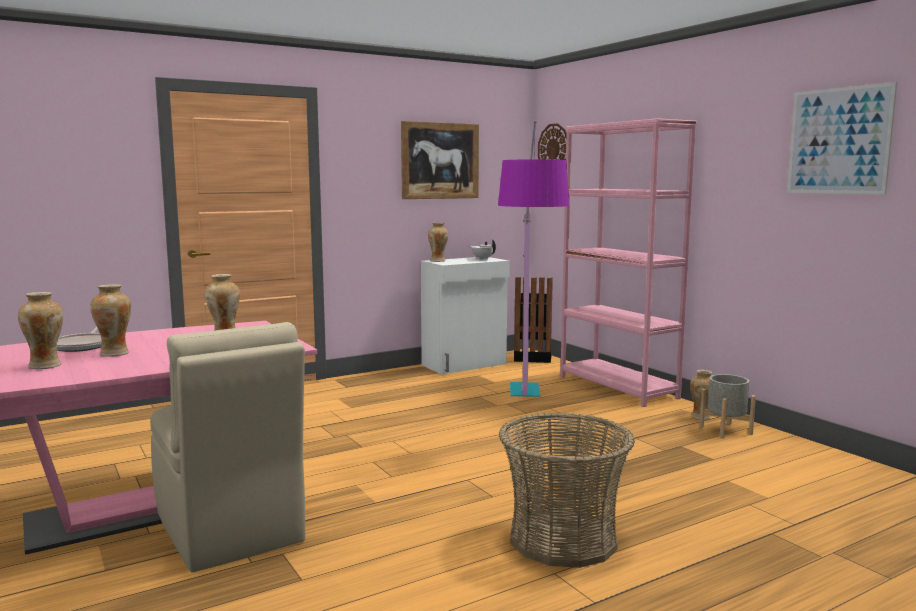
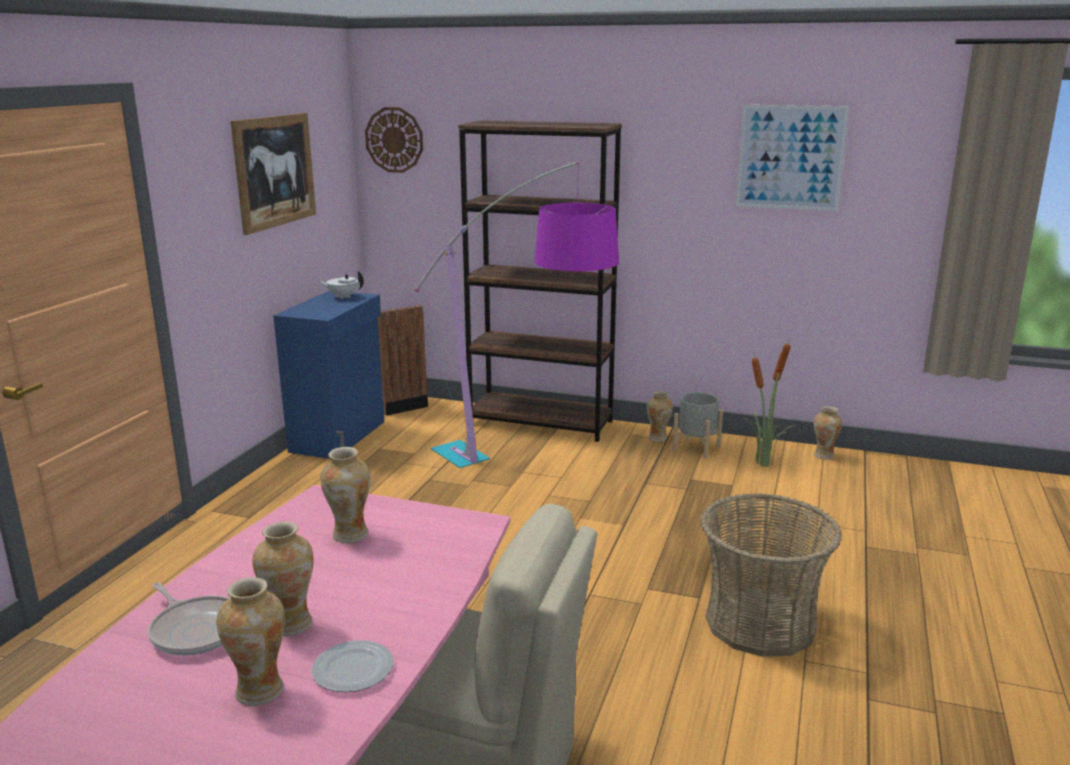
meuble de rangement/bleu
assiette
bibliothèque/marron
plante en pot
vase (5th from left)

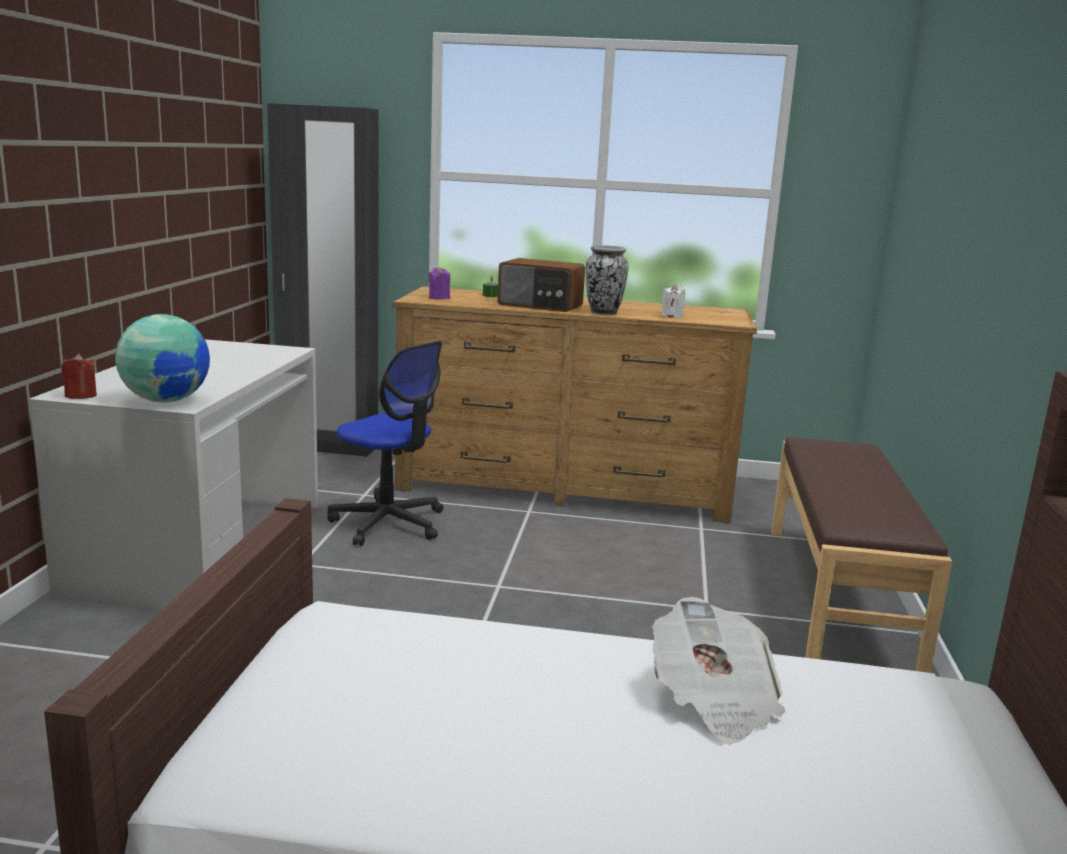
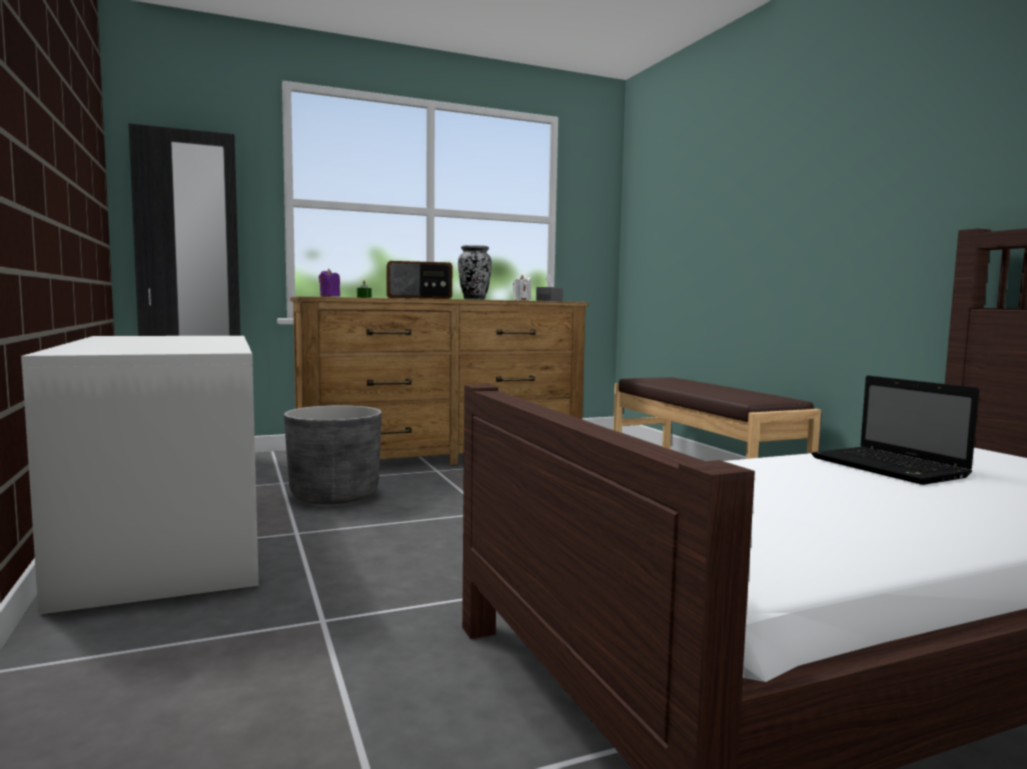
cache-pot/gris
boîte à mouchoirs/gris
ordinateur portable
bougie/rouge
globe

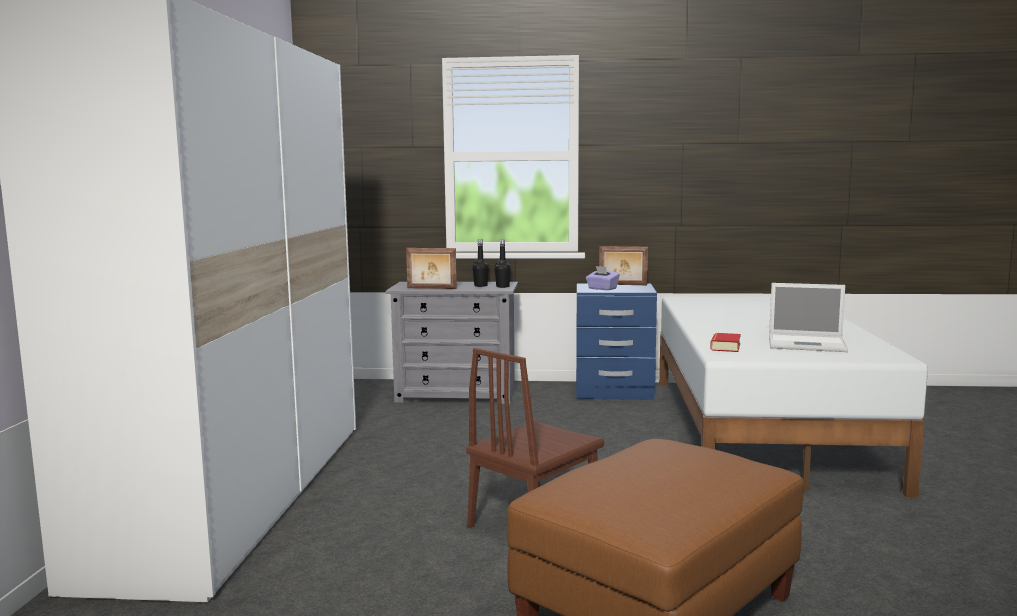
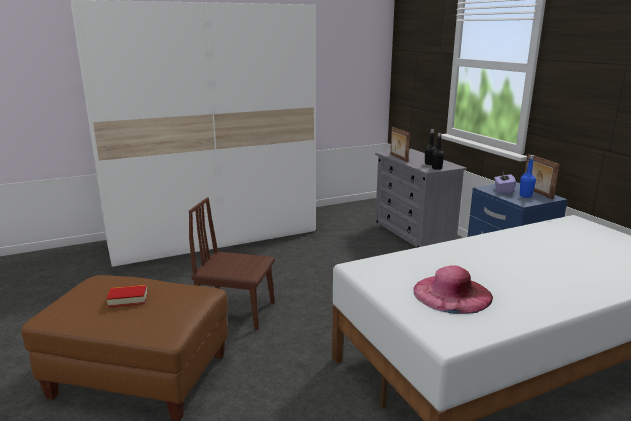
livre
chapeau/rose
bouteille/bleu

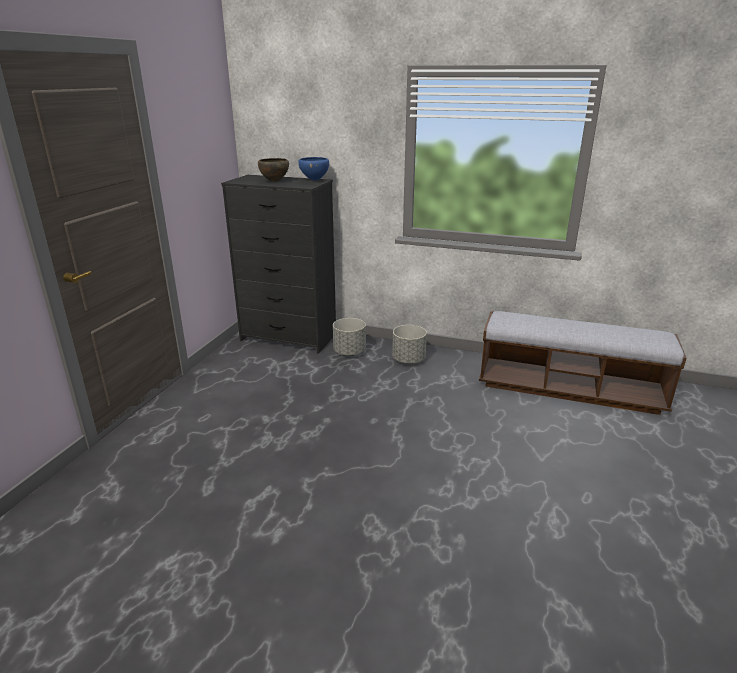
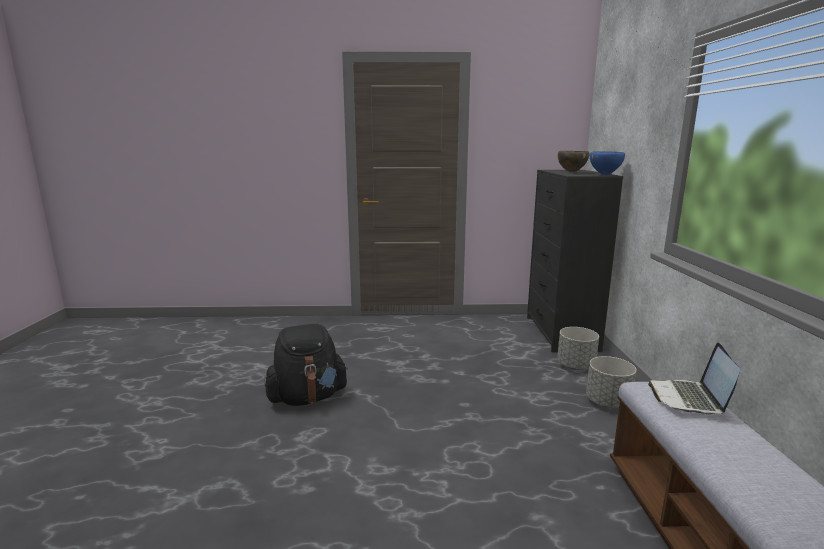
sac à dos/noir
ordinateur portable

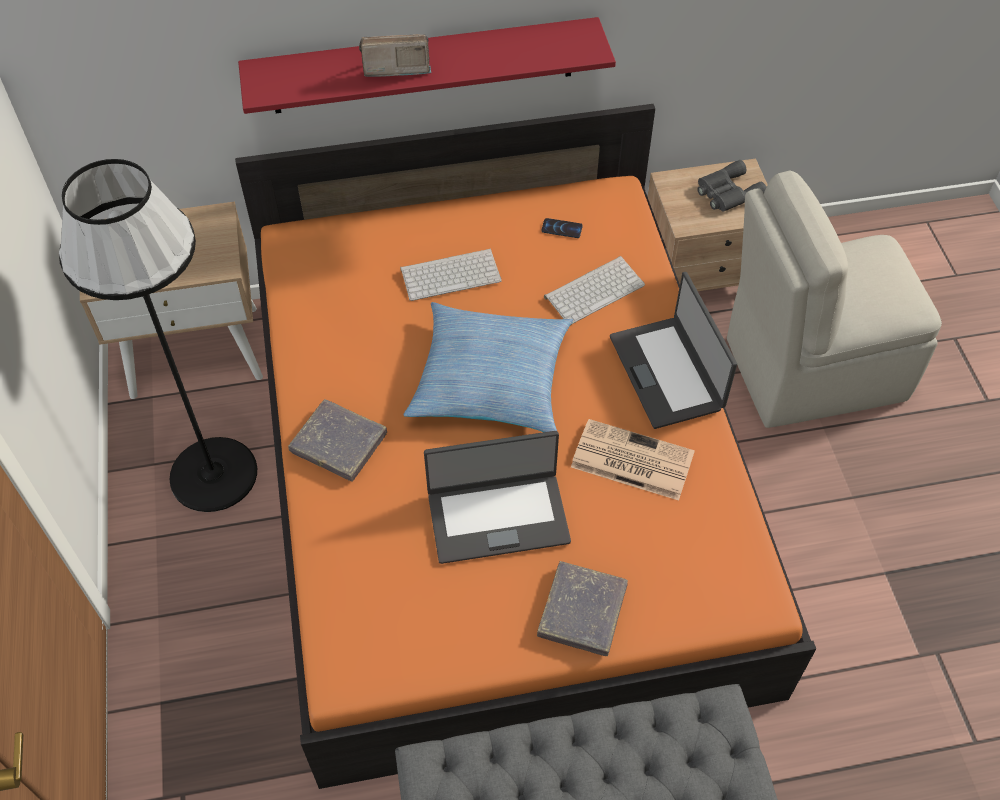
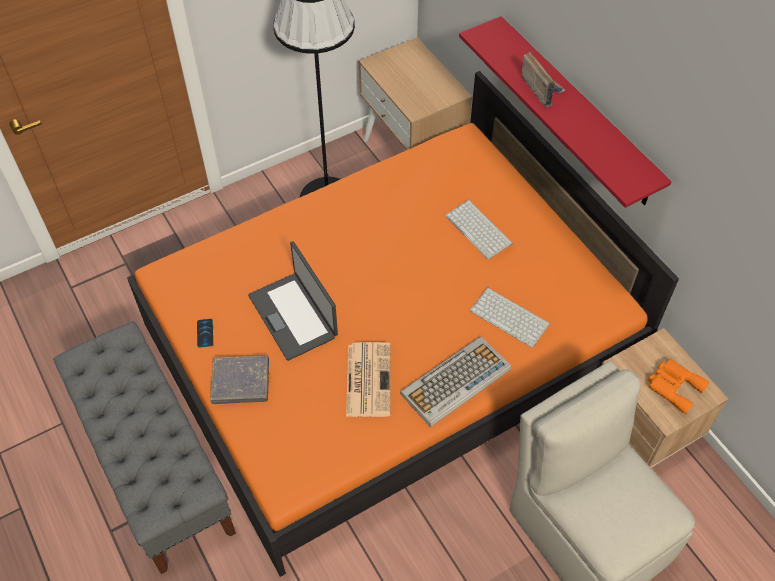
téléphone
clavier (1st from left)
jumelles/orange
livre/gris (1st from left in the first image)
coussin

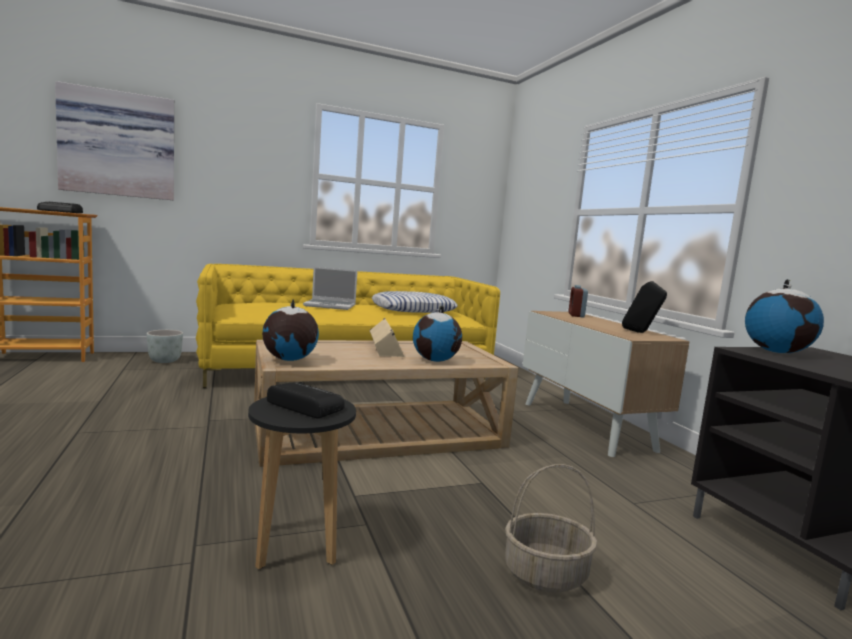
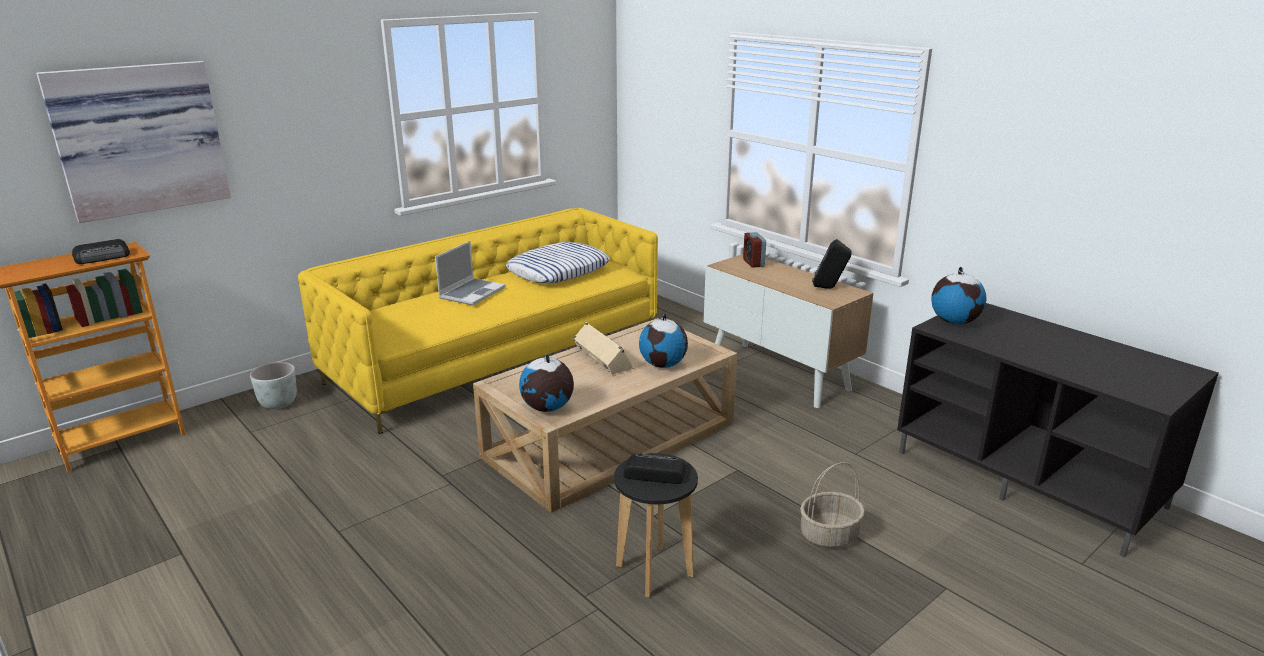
ordinateur portable

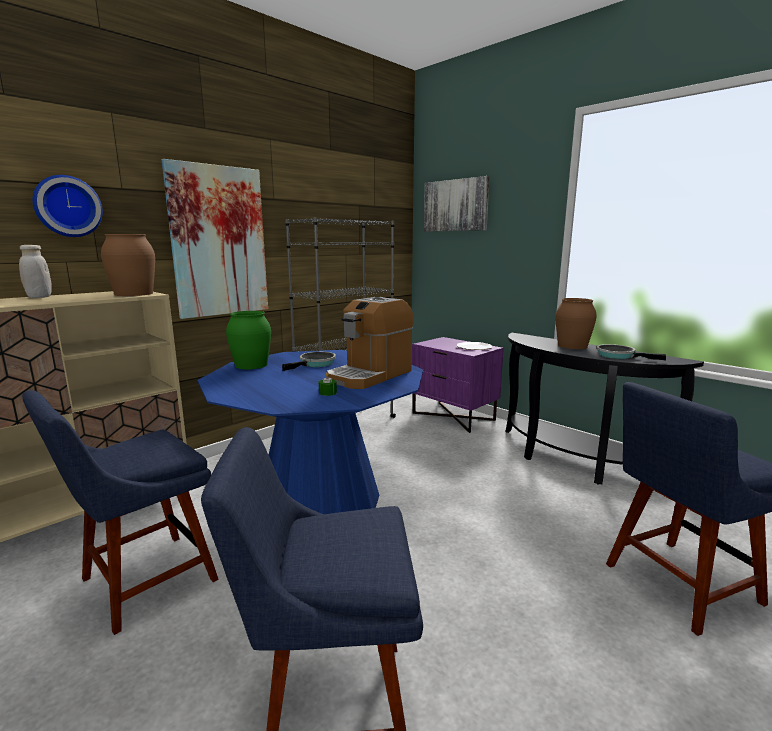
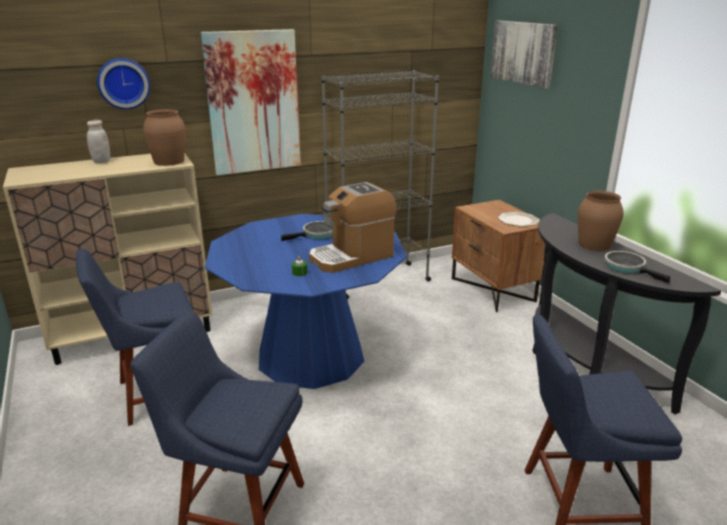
table de chevet/marron
vase/vert

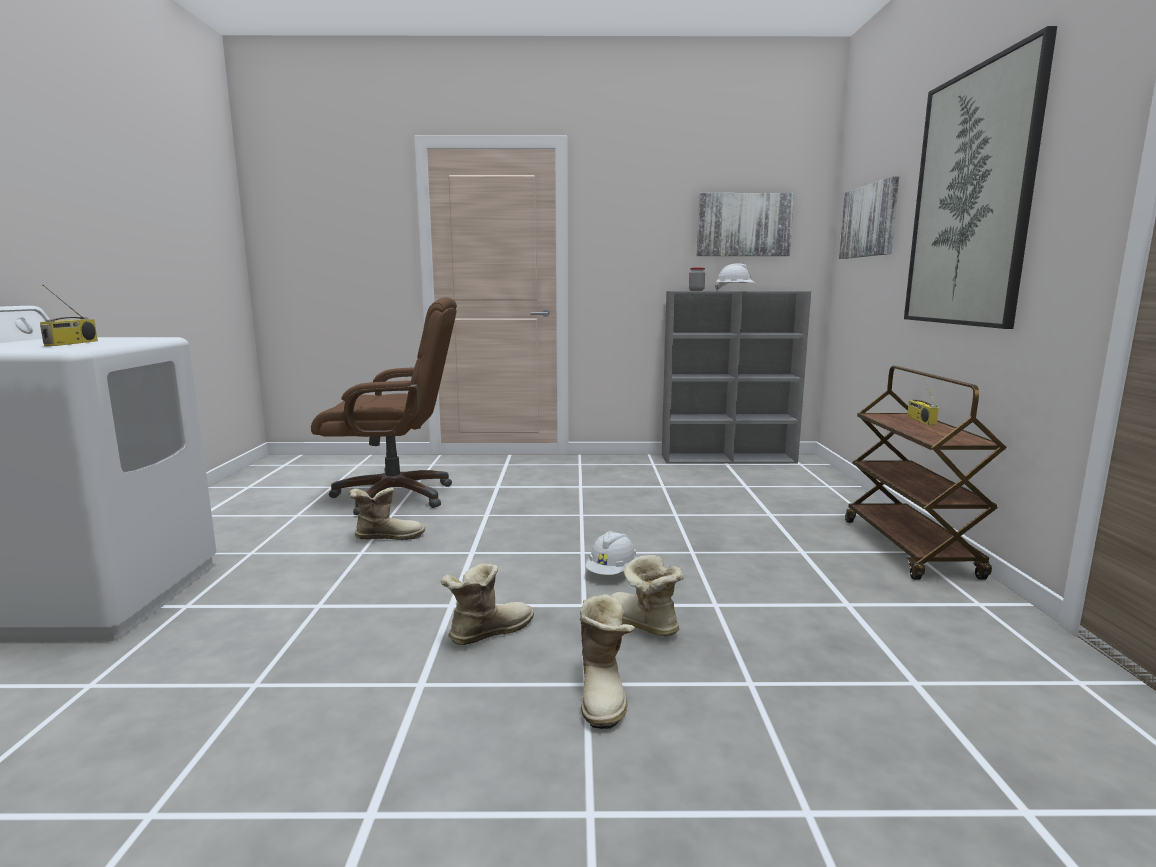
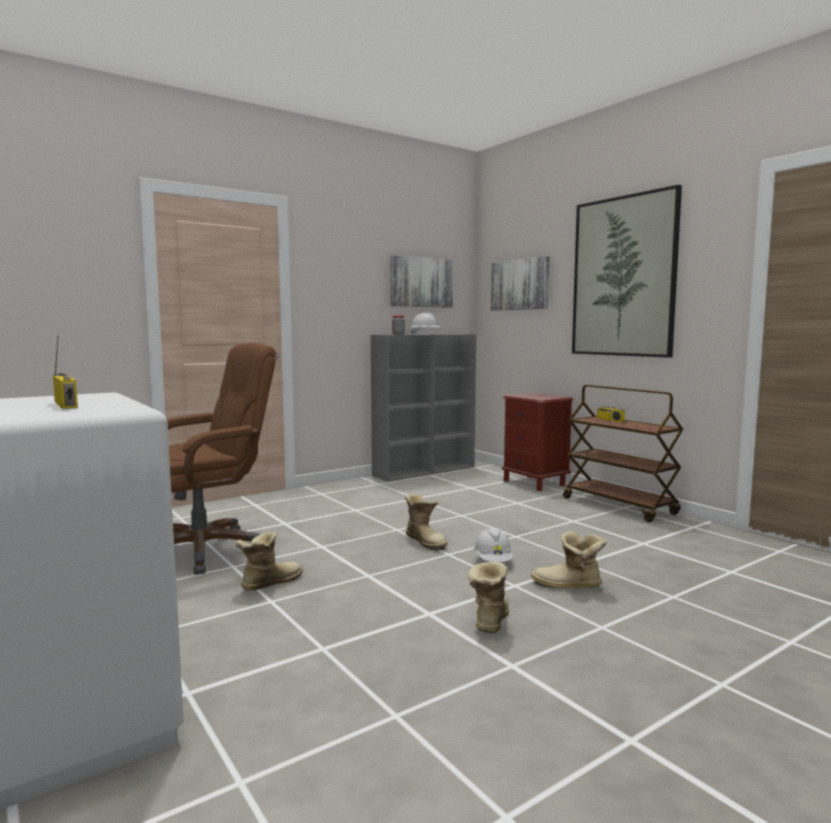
botte (2nd from left)
table de chevet/marron

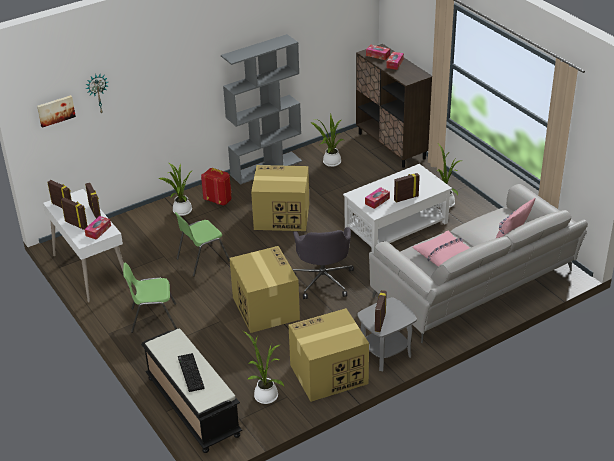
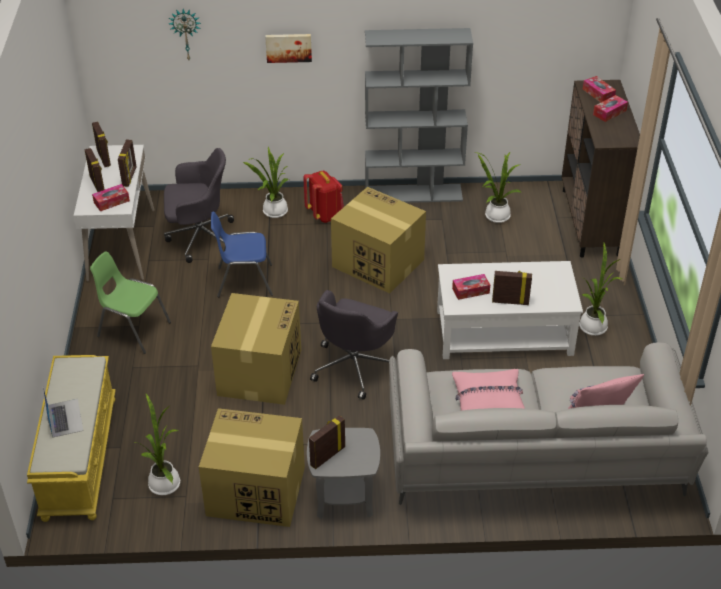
banc/jaune
ordinateur portable
chaise de bureau/gris (1st from left)
chaise/bleu
tableau

